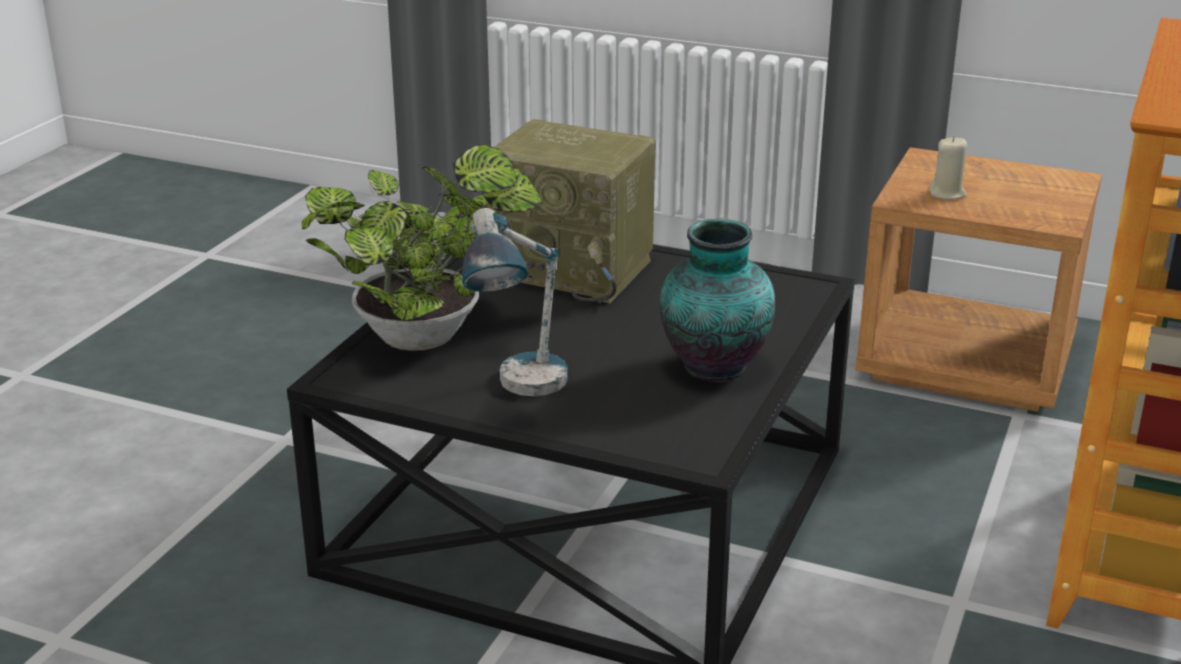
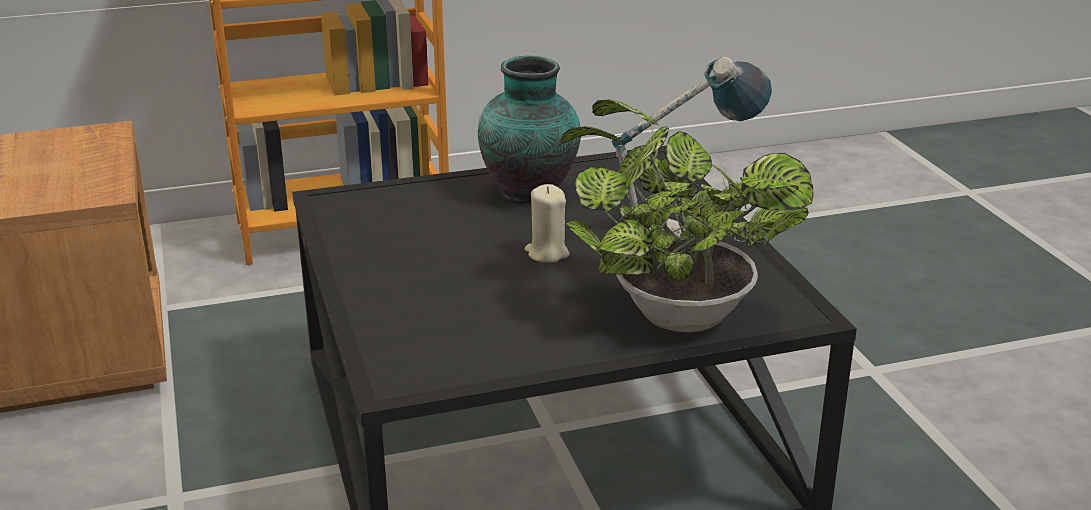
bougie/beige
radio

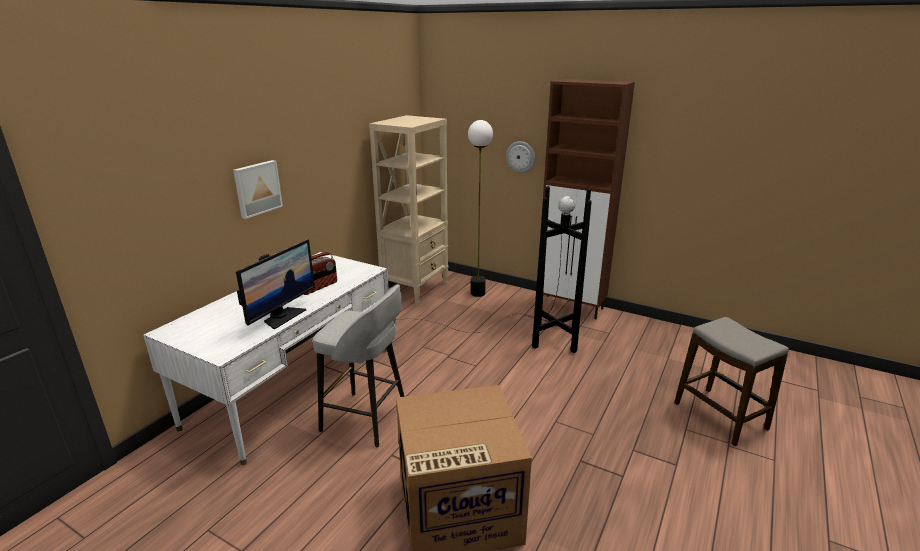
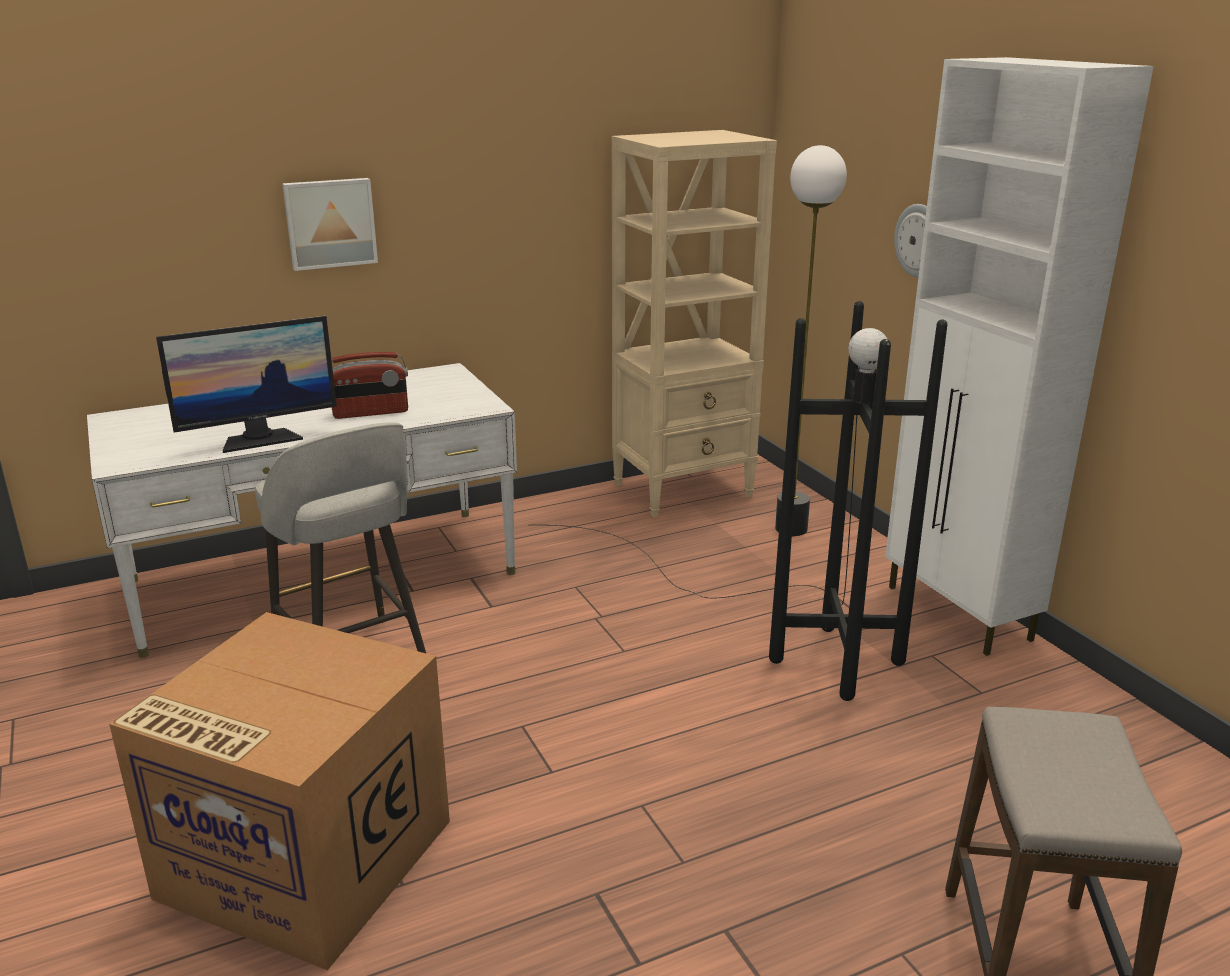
meuble de rangement/blanc

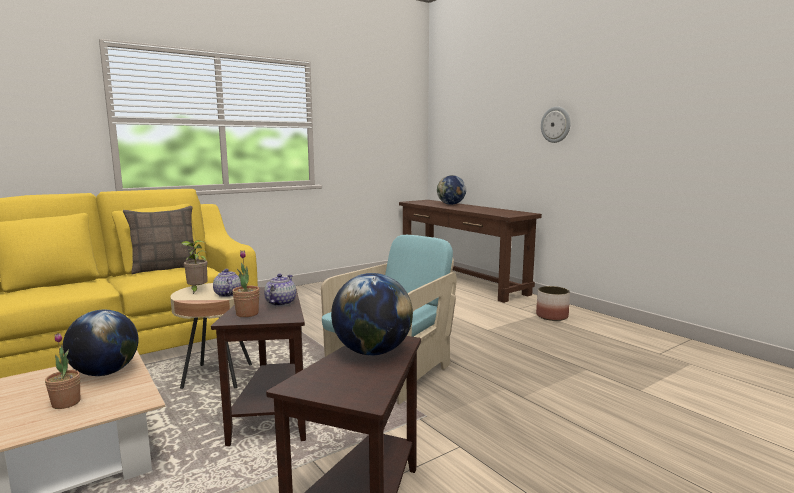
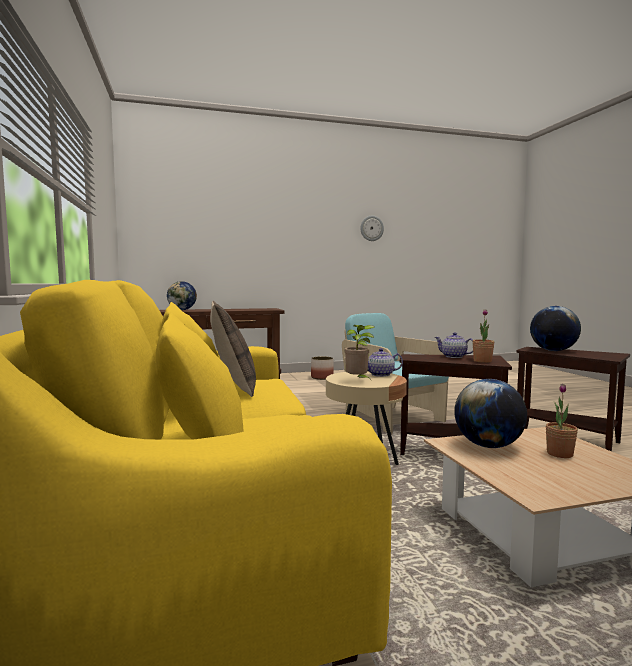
horloge murale

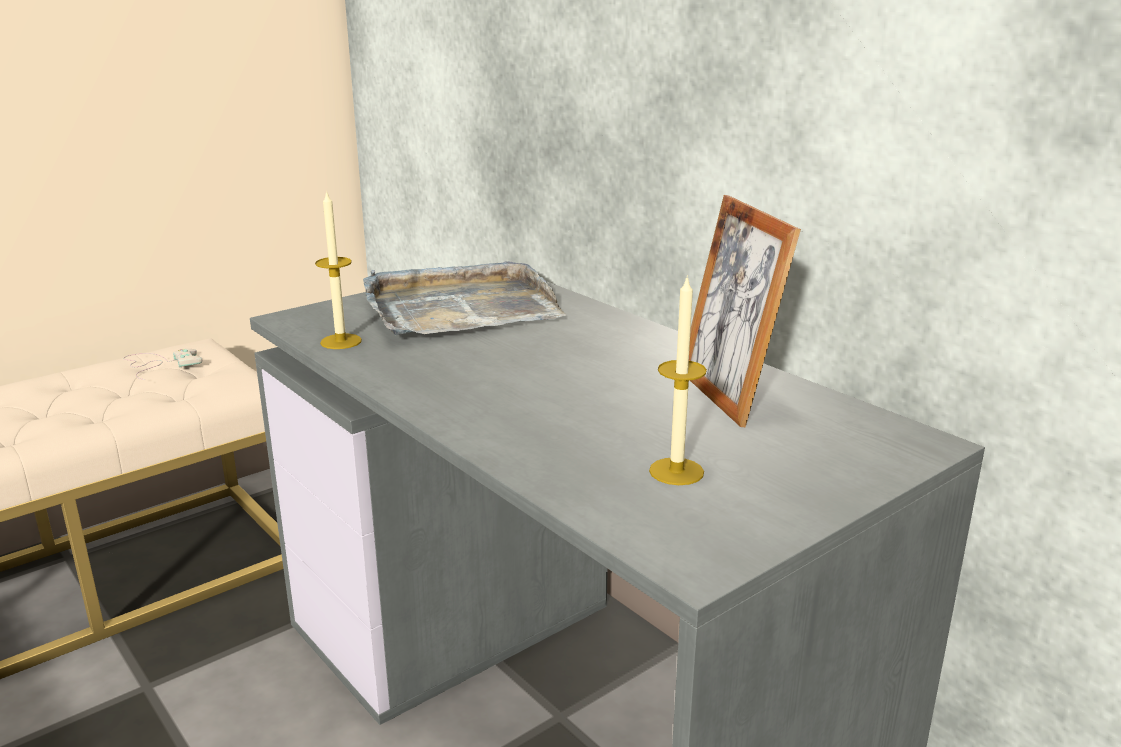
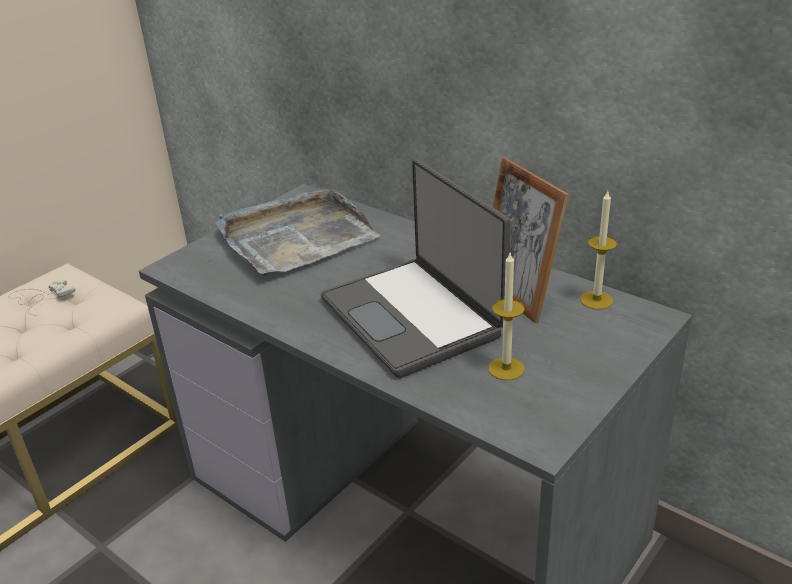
ordinateur portable
bougie (2nd from left)

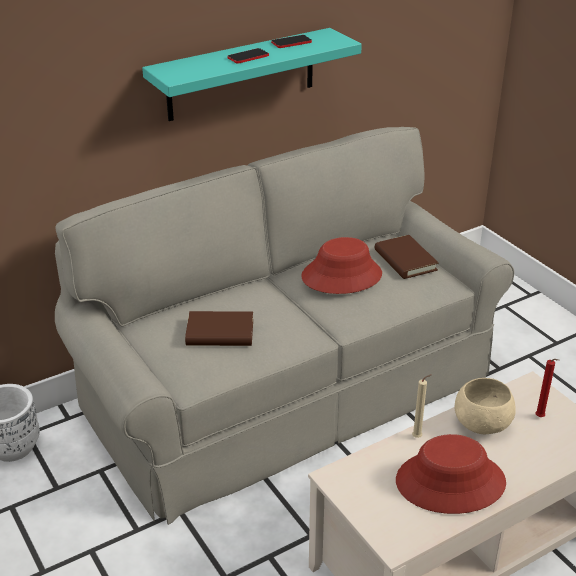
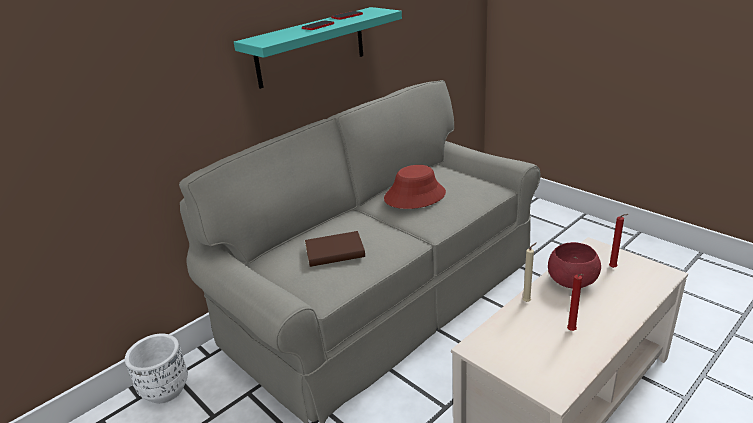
bol/rouge
bougie/rouge (1st from left)
livre/marron (2nd from left in the first image)

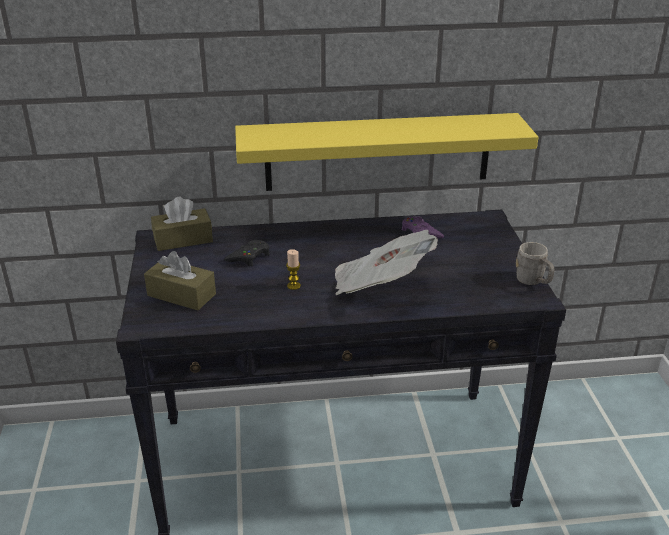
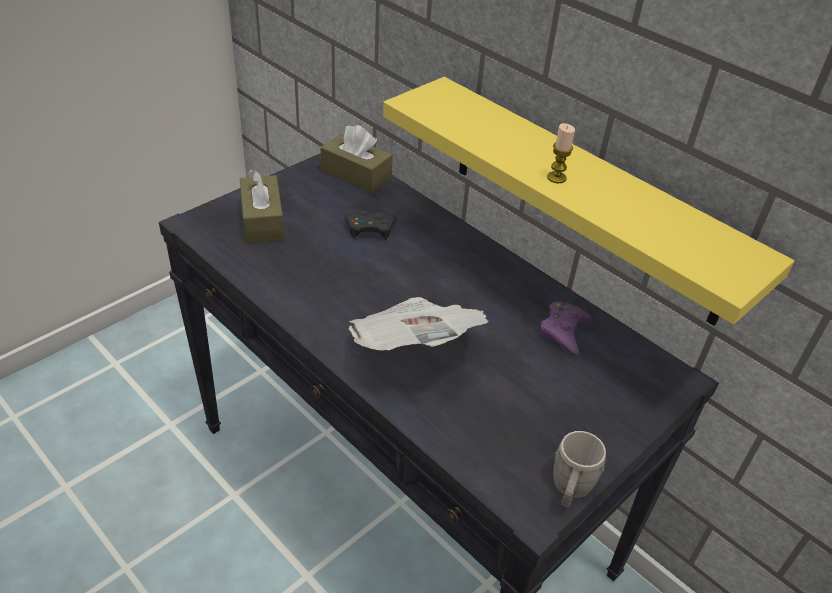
bougie

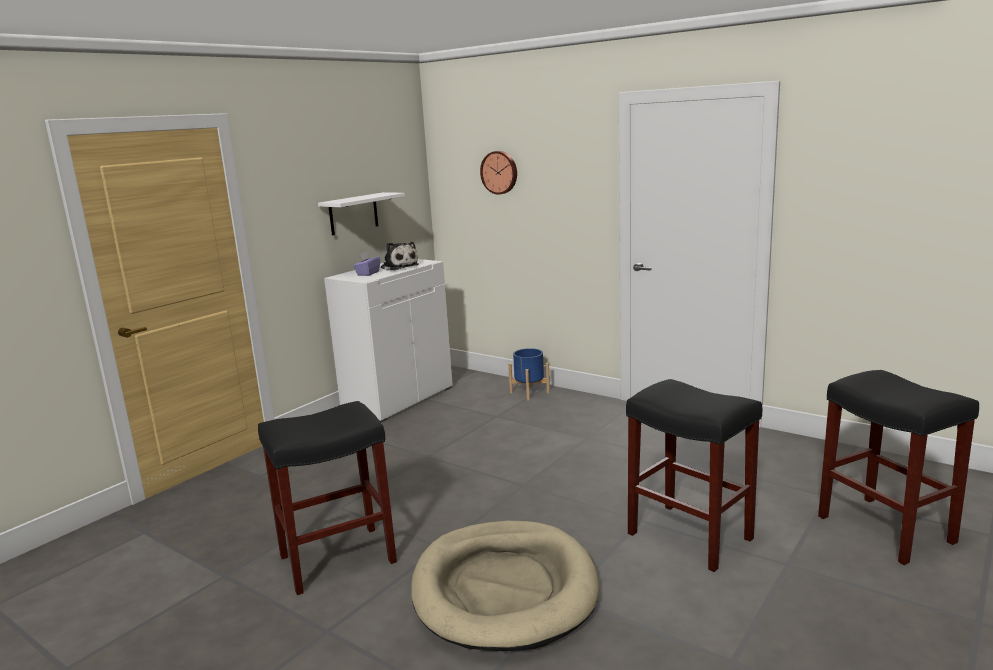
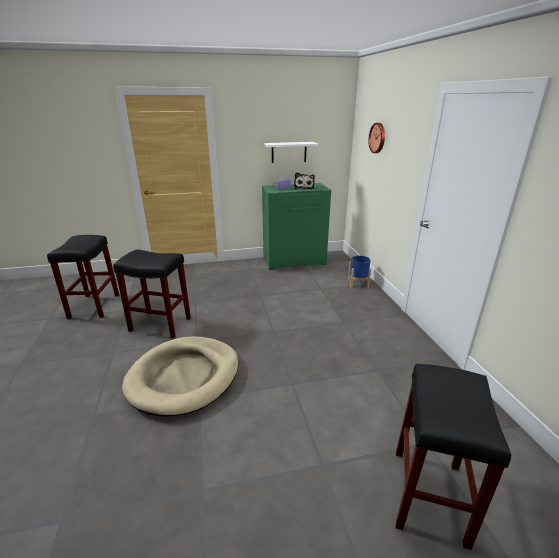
tabouret/noir (1st from left)
meuble de rangement/vert

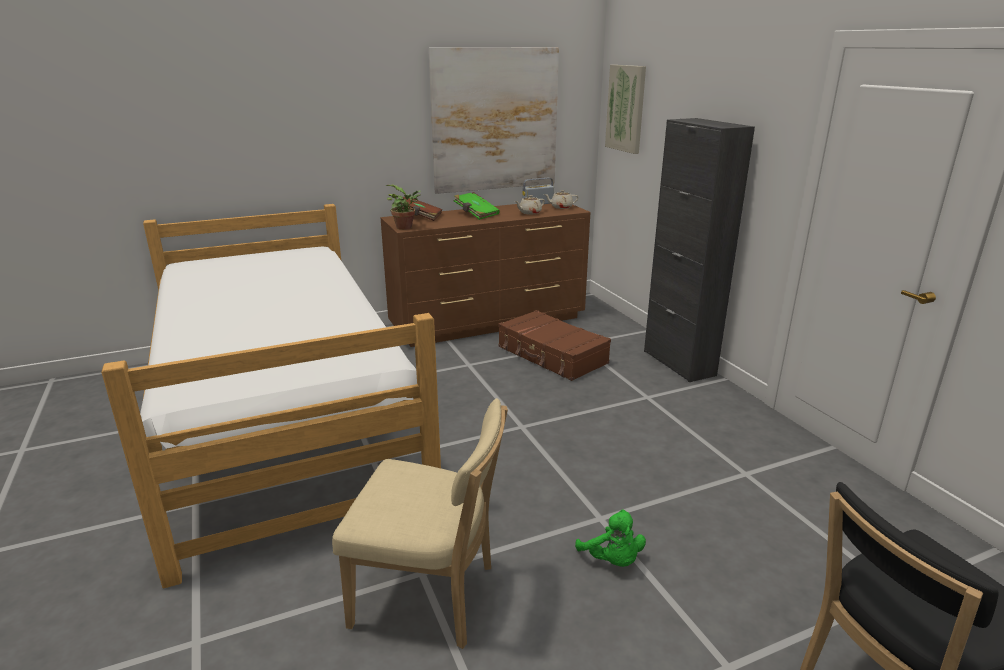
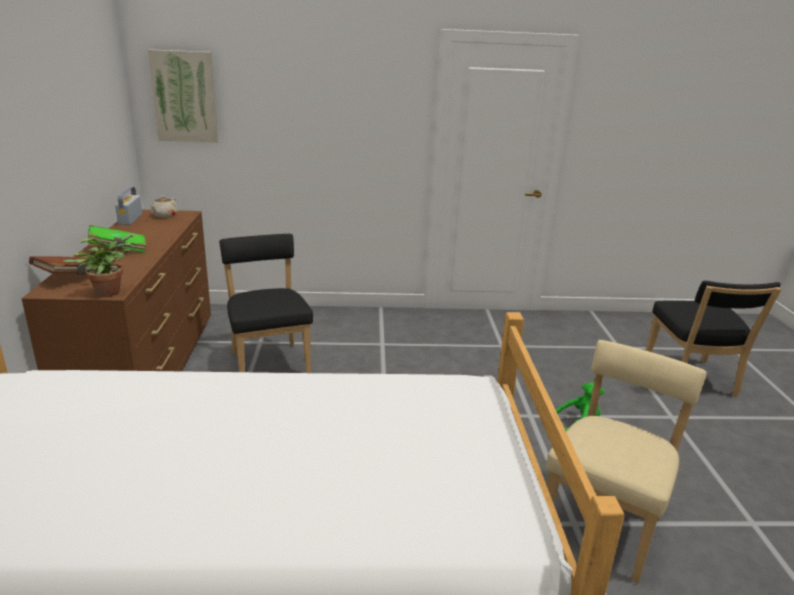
chaise/noir (1st from left)
tableau (1st from left in the first image)
théière/beige (1st from left in the first image)
meuble de rangement/noir

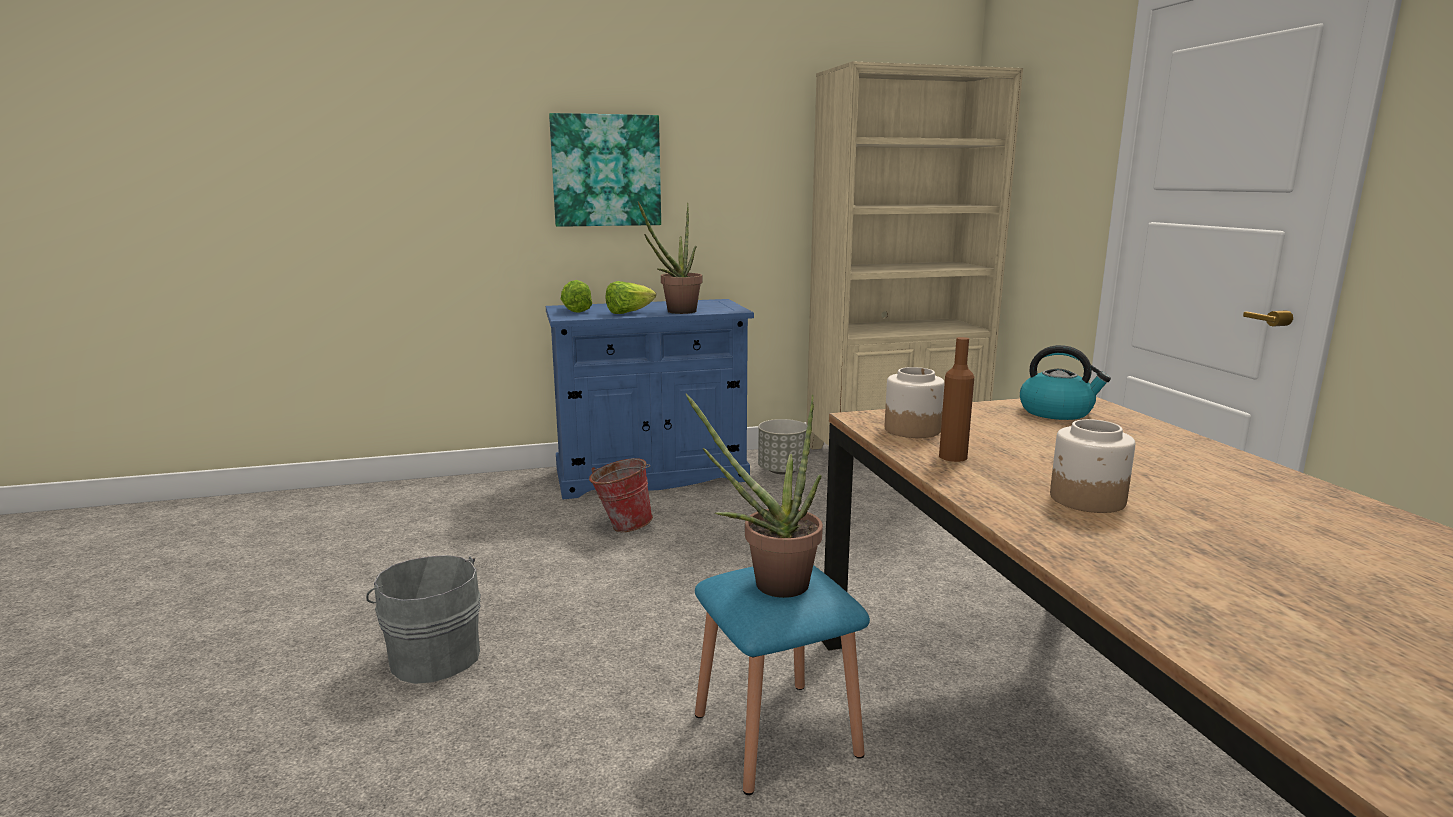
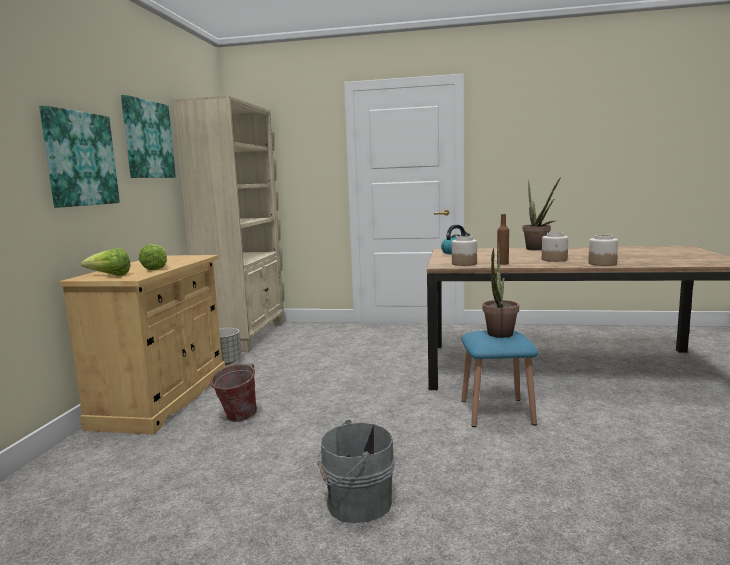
meuble de rangement/beige
tableau (2nd from left)
plante en pot (2nd from left)
bocal (3rd from left)

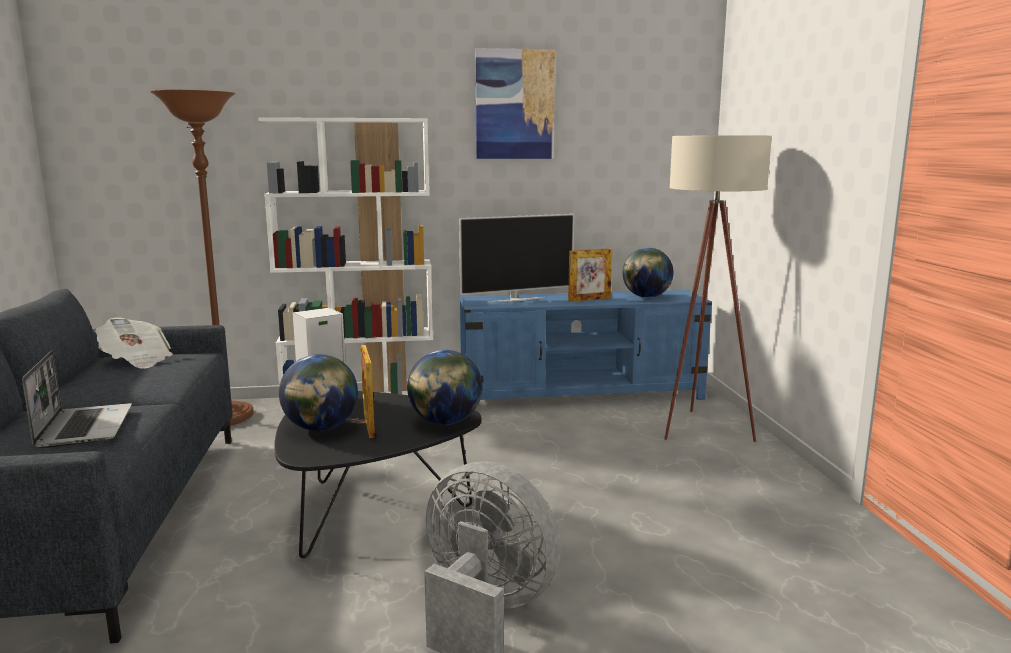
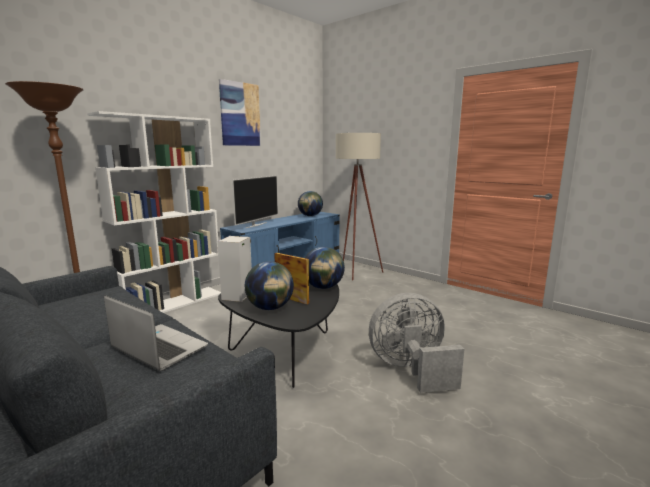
journal
cadre photo (2nd from left in the first image)

